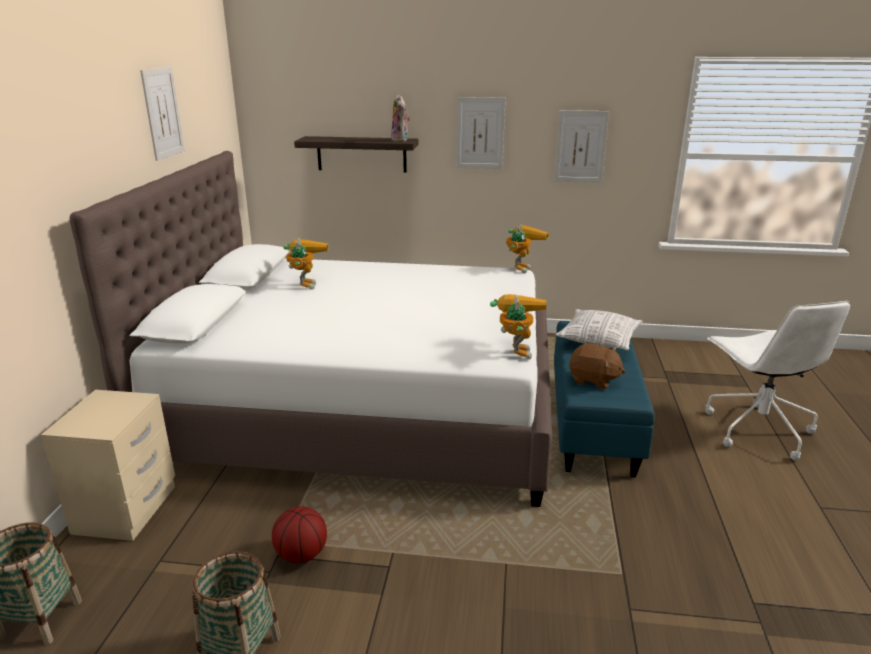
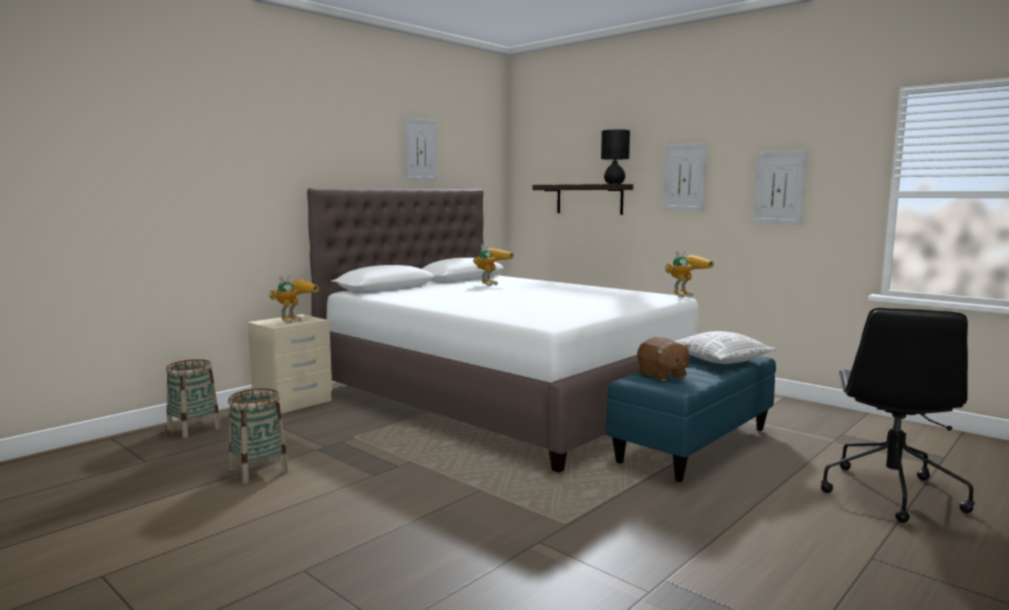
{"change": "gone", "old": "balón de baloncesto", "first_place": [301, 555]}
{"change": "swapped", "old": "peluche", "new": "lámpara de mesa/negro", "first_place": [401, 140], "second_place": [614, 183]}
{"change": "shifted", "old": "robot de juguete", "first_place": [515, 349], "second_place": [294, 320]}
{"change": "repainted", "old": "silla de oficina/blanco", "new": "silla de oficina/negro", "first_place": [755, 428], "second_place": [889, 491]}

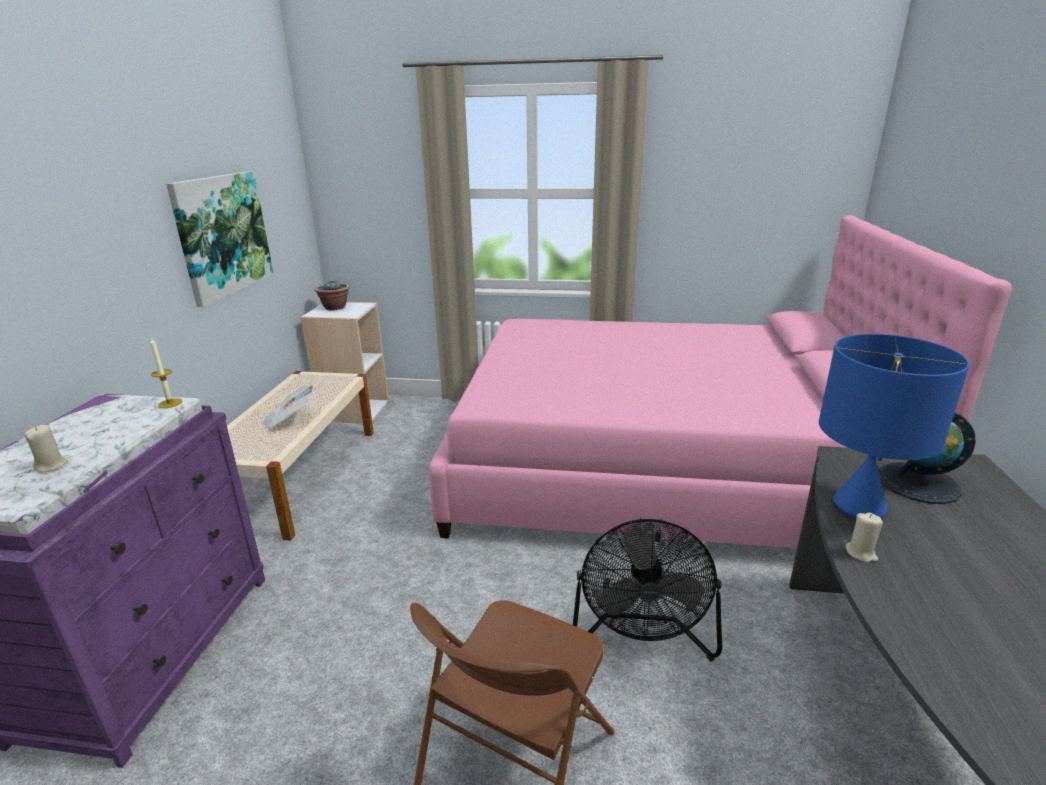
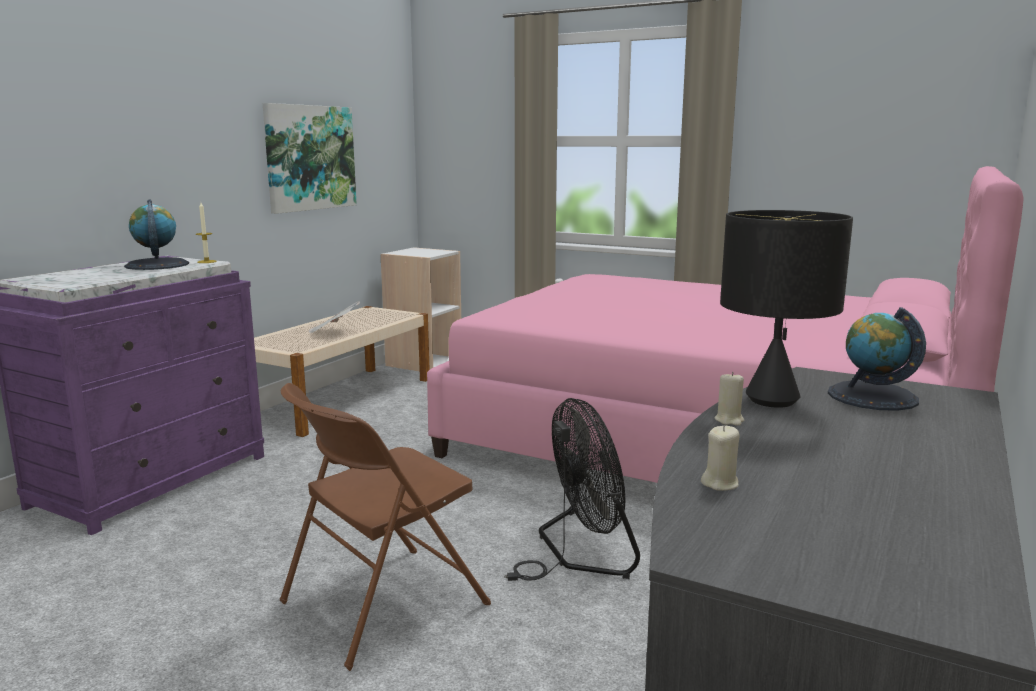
{"change": "shifted", "old": "vela/beis", "first_place": [51, 466], "second_place": [720, 483]}
{"change": "gone", "old": "planta en maceta", "first_place": [335, 308]}
{"change": "rotated", "old": "ventilador/negro", "first_place": [636, 632], "second_place": [572, 550], "degrees": -135}
{"change": "repainted", "old": "lámpara de mesa/azul", "new": "lámpara de mesa/negro", "first_place": [858, 509], "second_place": [771, 401]}
{"change": "new", "new": "globo terráqueo", "second_place": [156, 265]}

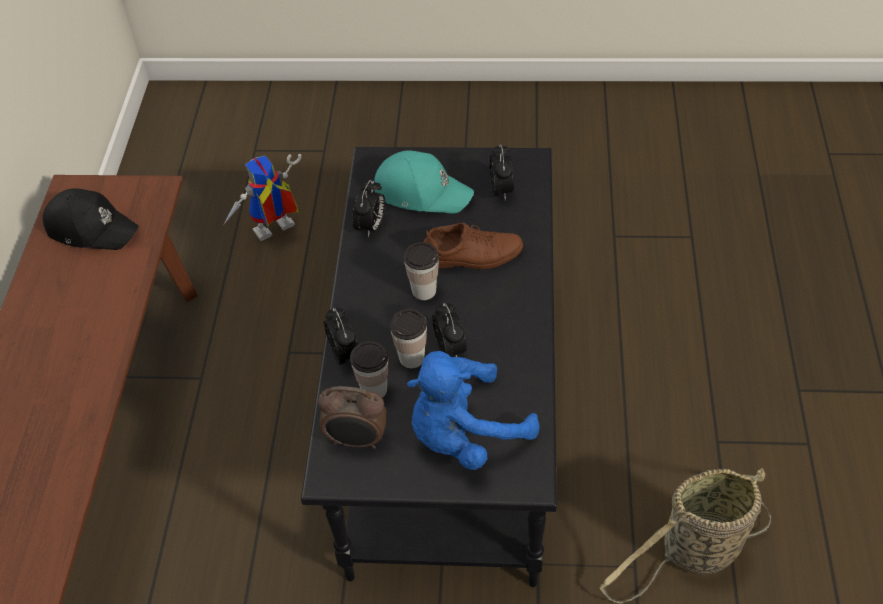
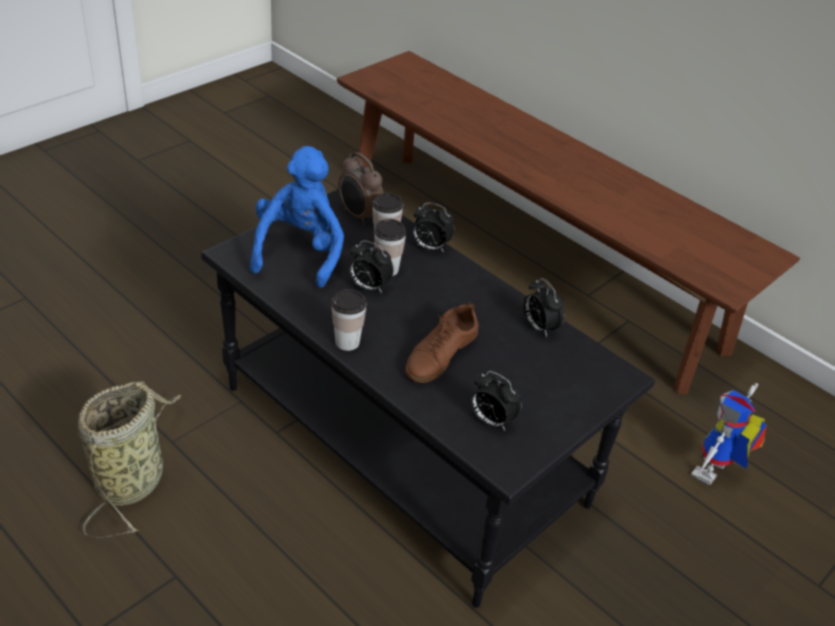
{"change": "gone", "old": "gorra/negro", "first_place": [91, 228]}
{"change": "rotated", "old": "robot de juguete", "first_place": [273, 234], "second_place": [714, 475], "degrees": -150}
{"change": "rotated", "old": "despertador", "first_place": [357, 440], "second_place": [359, 216], "degrees": -90}
{"change": "gone", "old": "gorra/turquesa", "first_place": [421, 192]}
{"change": "shifted", "old": "taza", "first_place": [424, 291], "second_place": [347, 342]}

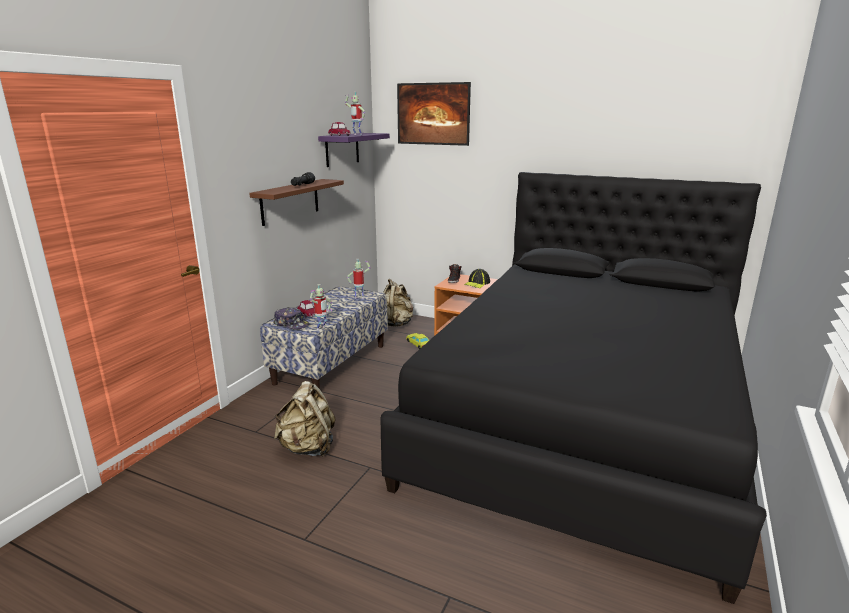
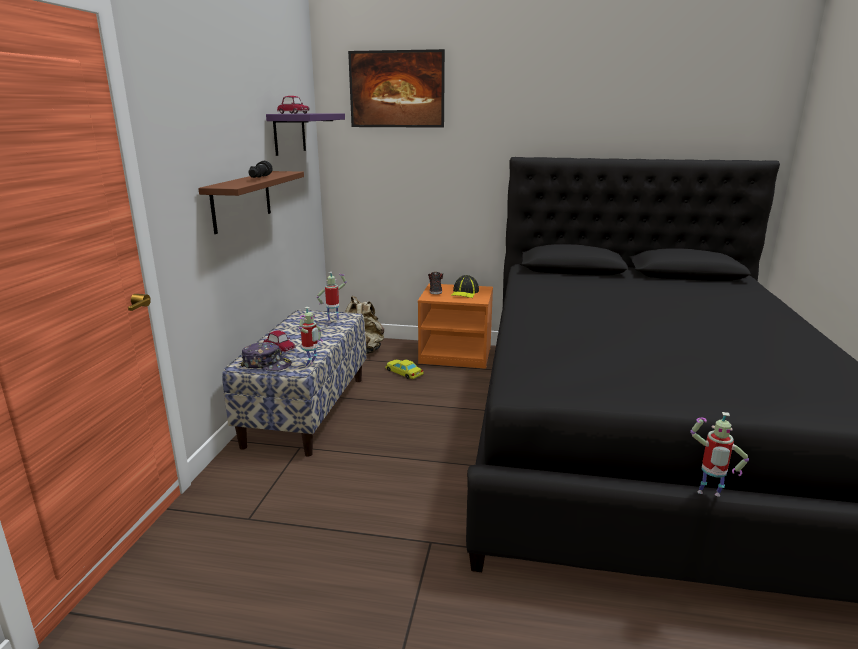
{"change": "gone", "old": "mochila/beis", "first_place": [308, 448]}
{"change": "shifted", "old": "robot de juguete", "first_place": [357, 135], "second_place": [708, 495]}

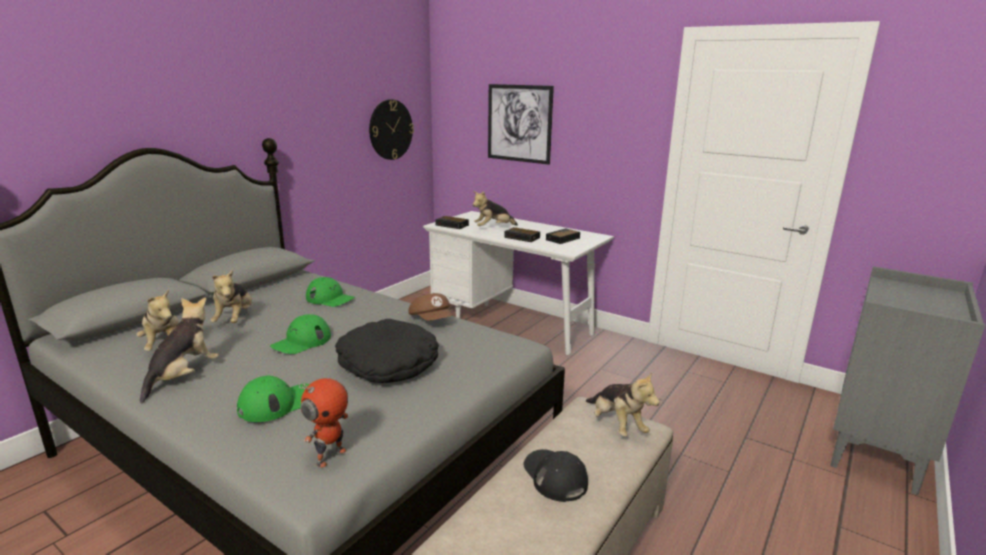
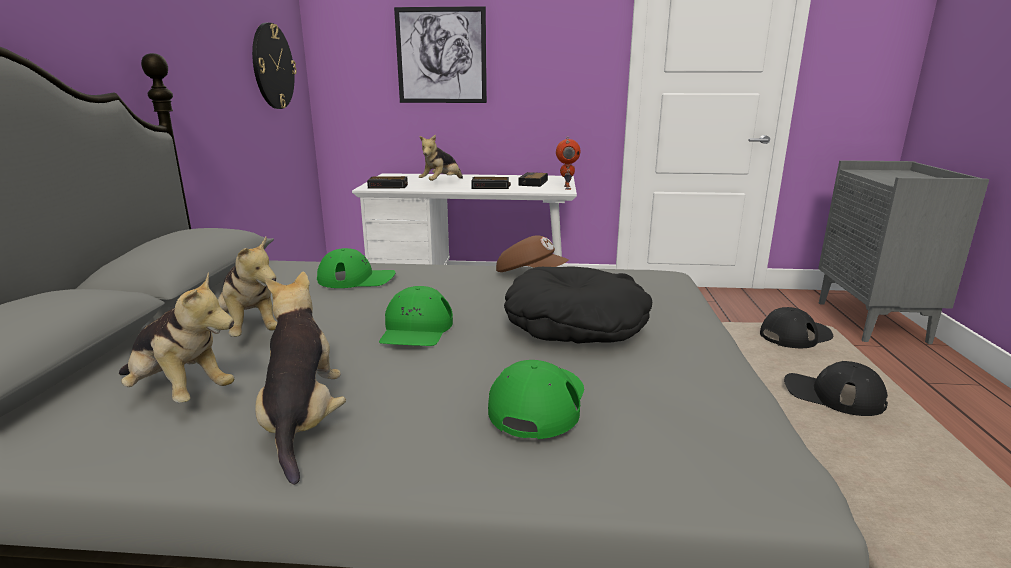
{"change": "shifted", "old": "robot de juguete", "first_place": [330, 456], "second_place": [566, 187]}
{"change": "swapped", "old": "peluche", "new": "gorra/negro", "first_place": [616, 425], "second_place": [795, 335]}

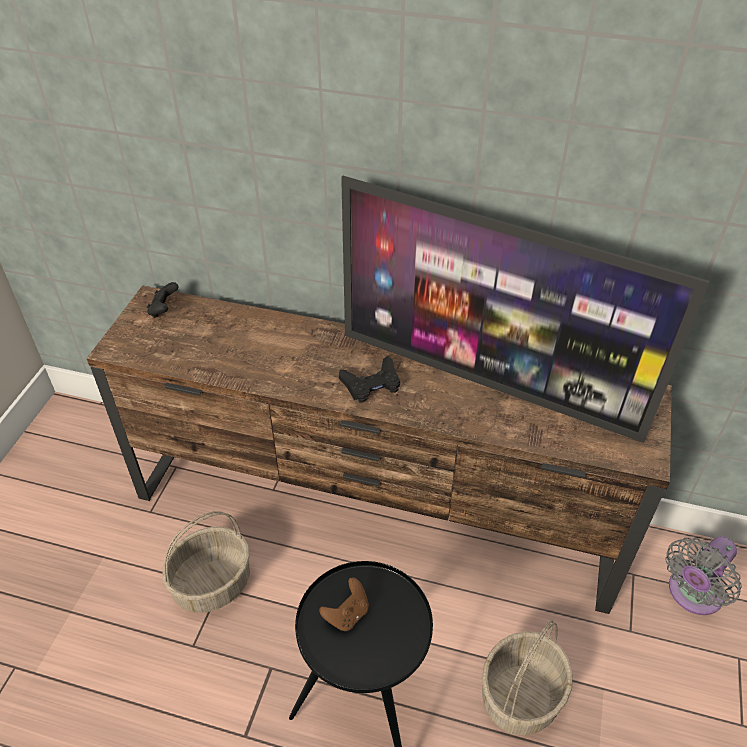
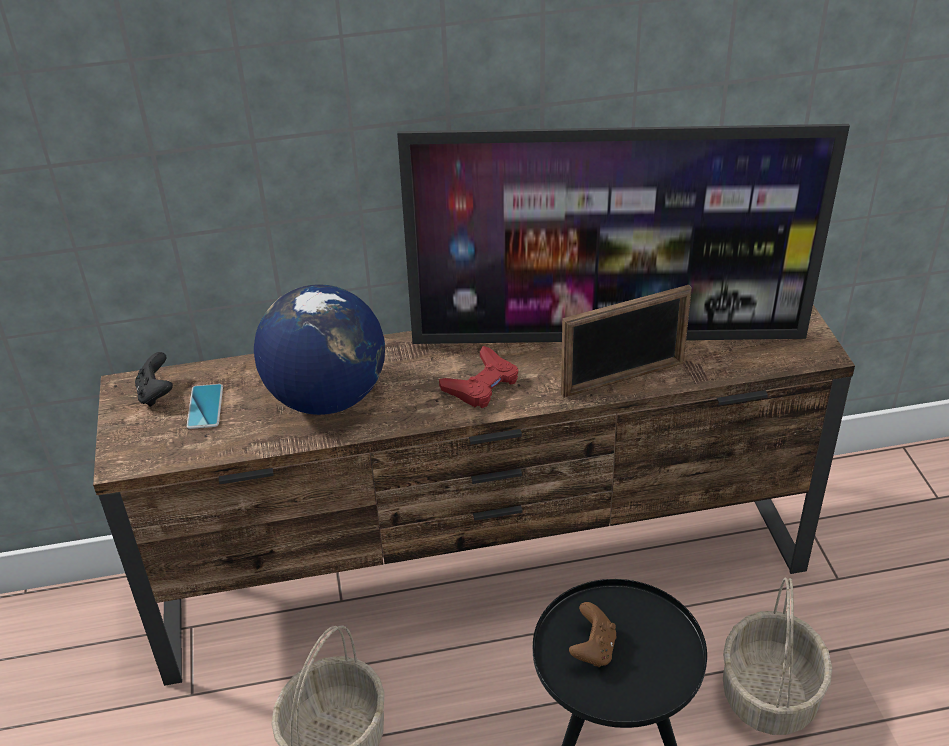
{"change": "repainted", "old": "mando de consola/negro", "new": "mando de consola/rojo", "first_place": [371, 384], "second_place": [482, 384]}
{"change": "gone", "old": "ventilador/gris", "first_place": [692, 594]}
{"change": "new", "new": "móvil", "second_place": [205, 407]}
{"change": "new", "new": "globo terráqueo", "second_place": [326, 397]}
{"change": "new", "new": "portarretratos", "second_place": [623, 379]}

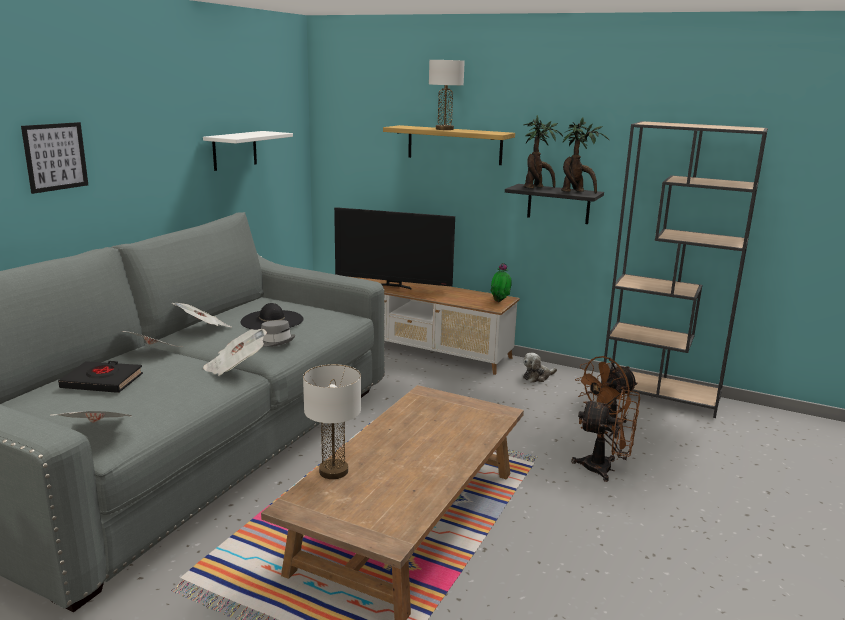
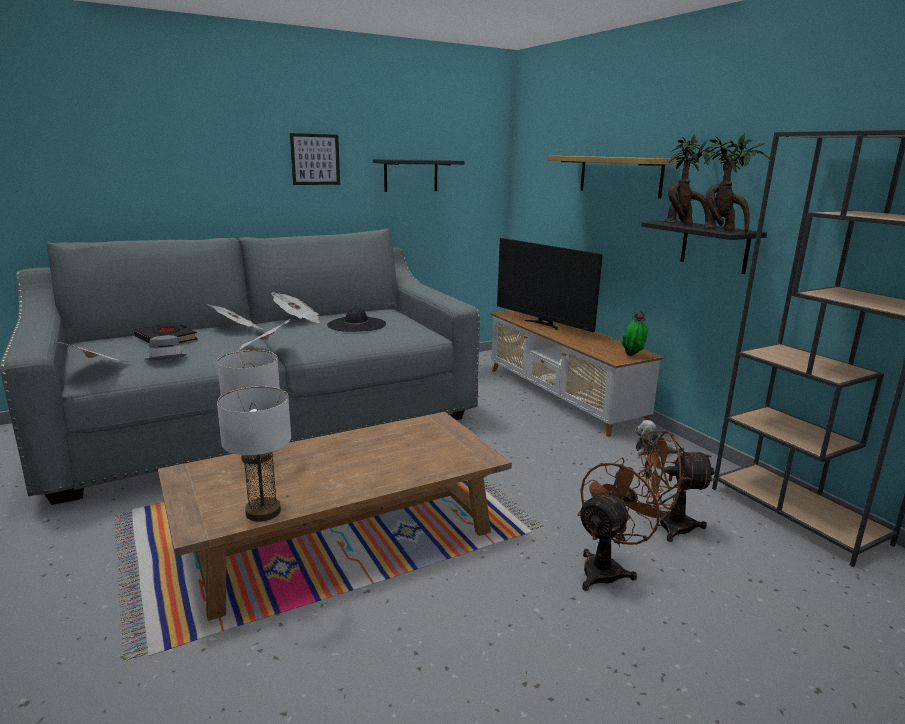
{"change": "shifted", "old": "cuadro", "first_place": [55, 157], "second_place": [315, 159]}
{"change": "repainted", "old": "estante/blanco", "new": "estante/negro", "first_place": [234, 150], "second_place": [411, 175]}
{"change": "shifted", "old": "sombrero/gris", "first_place": [275, 341], "second_place": [166, 357]}
{"change": "shifted", "old": "lámpara de mesa", "first_place": [444, 129], "second_place": [263, 512]}
{"change": "rotated", "old": "ventilador/marrón", "first_place": [605, 469], "second_place": [607, 568], "degrees": -105}

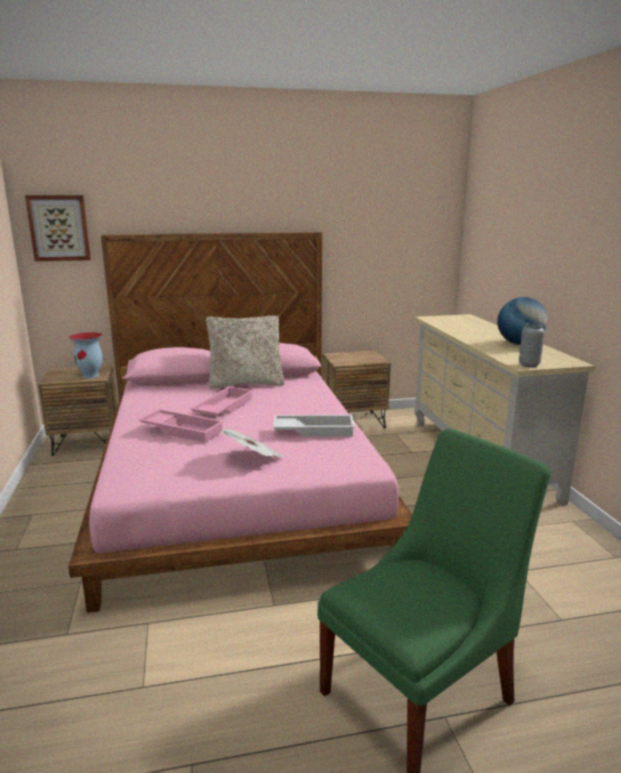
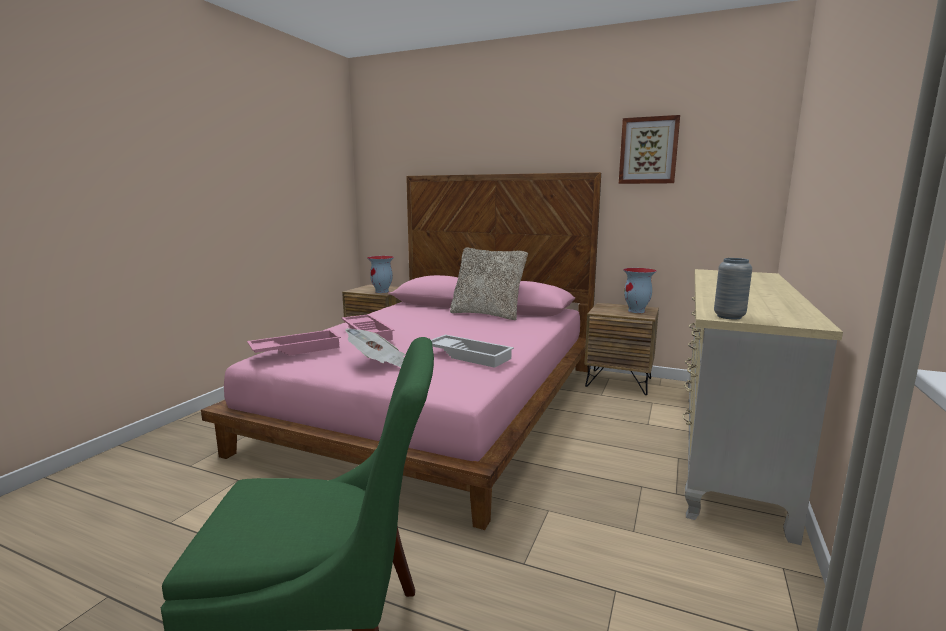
{"change": "shifted", "old": "cuadro", "first_place": [59, 228], "second_place": [648, 150]}
{"change": "shifted", "old": "bandeja/rosa", "first_place": [223, 407], "second_place": [296, 349]}
{"change": "gone", "old": "globo terráqueo", "first_place": [519, 344]}
{"change": "new", "new": "florero", "second_place": [637, 311]}

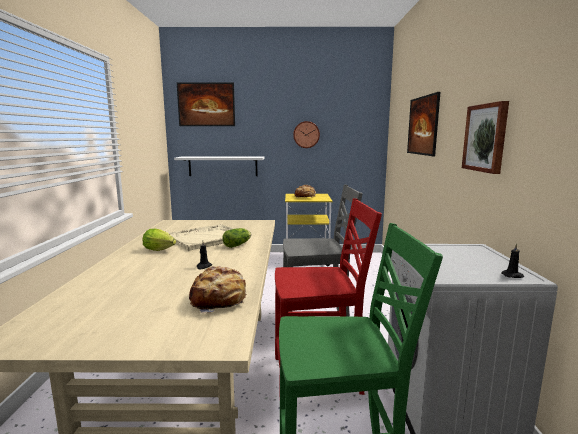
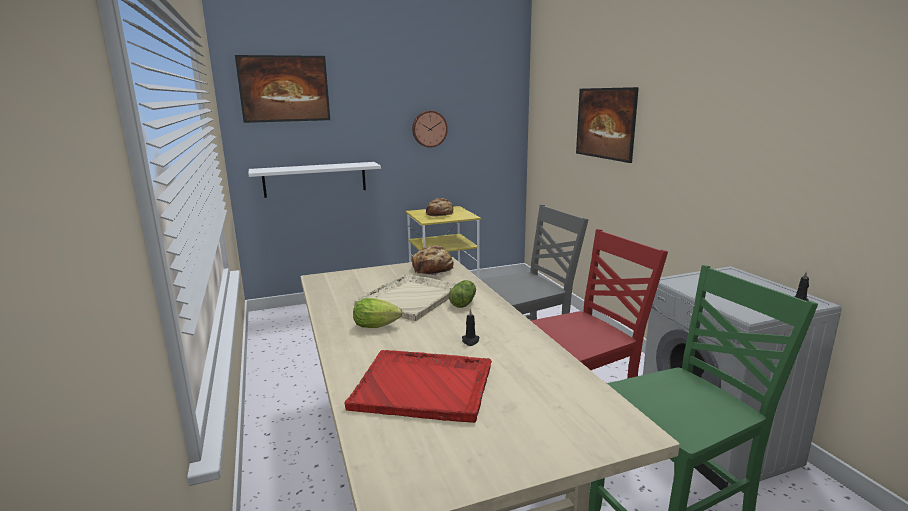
{"change": "shifted", "old": "pan", "first_place": [219, 300], "second_place": [433, 270]}
{"change": "gone", "old": "cuadro", "first_place": [486, 138]}
{"change": "new", "new": "bandeja/rojo", "second_place": [424, 387]}

